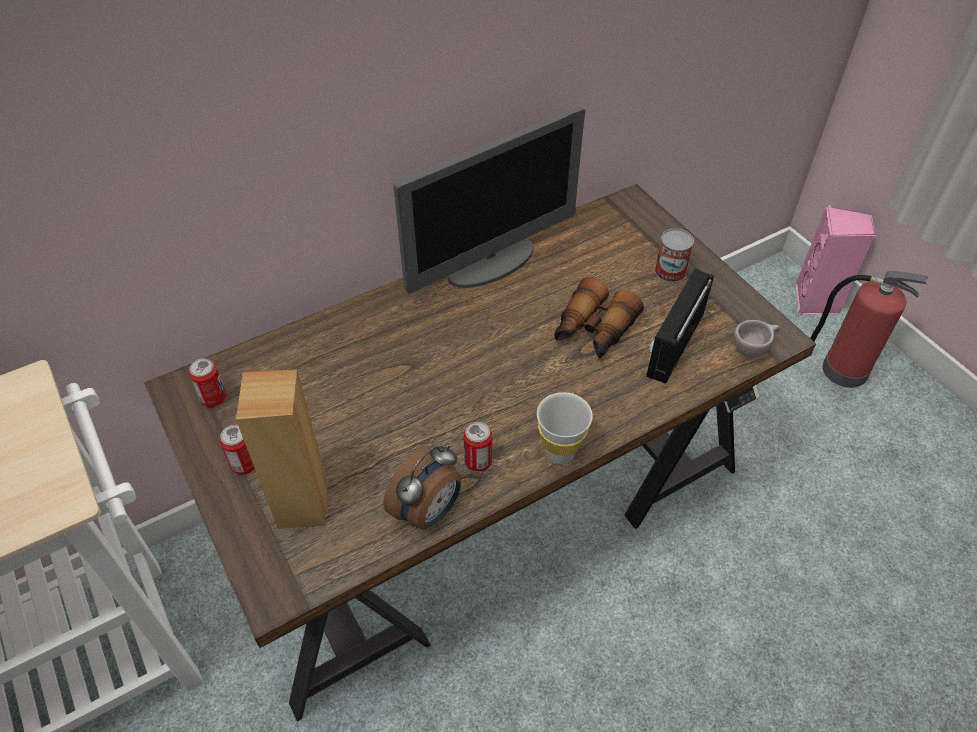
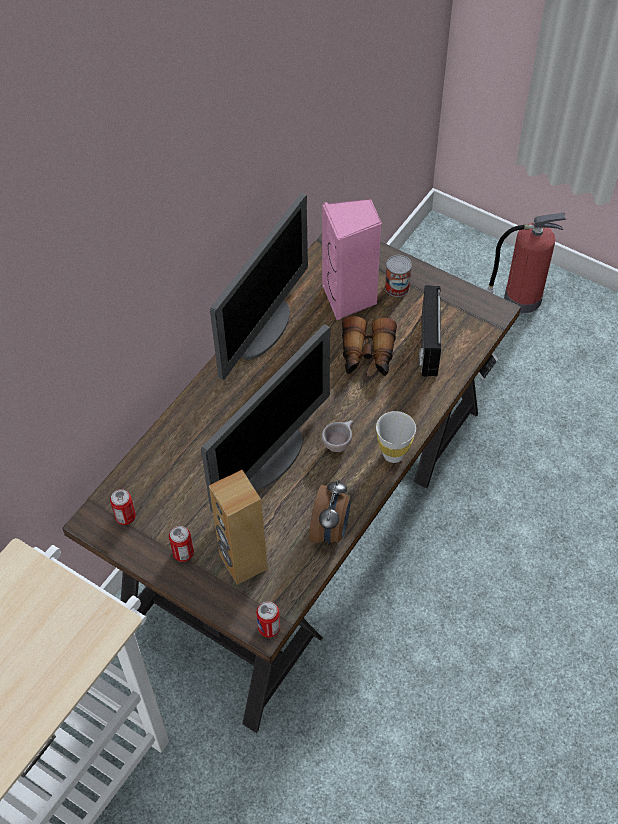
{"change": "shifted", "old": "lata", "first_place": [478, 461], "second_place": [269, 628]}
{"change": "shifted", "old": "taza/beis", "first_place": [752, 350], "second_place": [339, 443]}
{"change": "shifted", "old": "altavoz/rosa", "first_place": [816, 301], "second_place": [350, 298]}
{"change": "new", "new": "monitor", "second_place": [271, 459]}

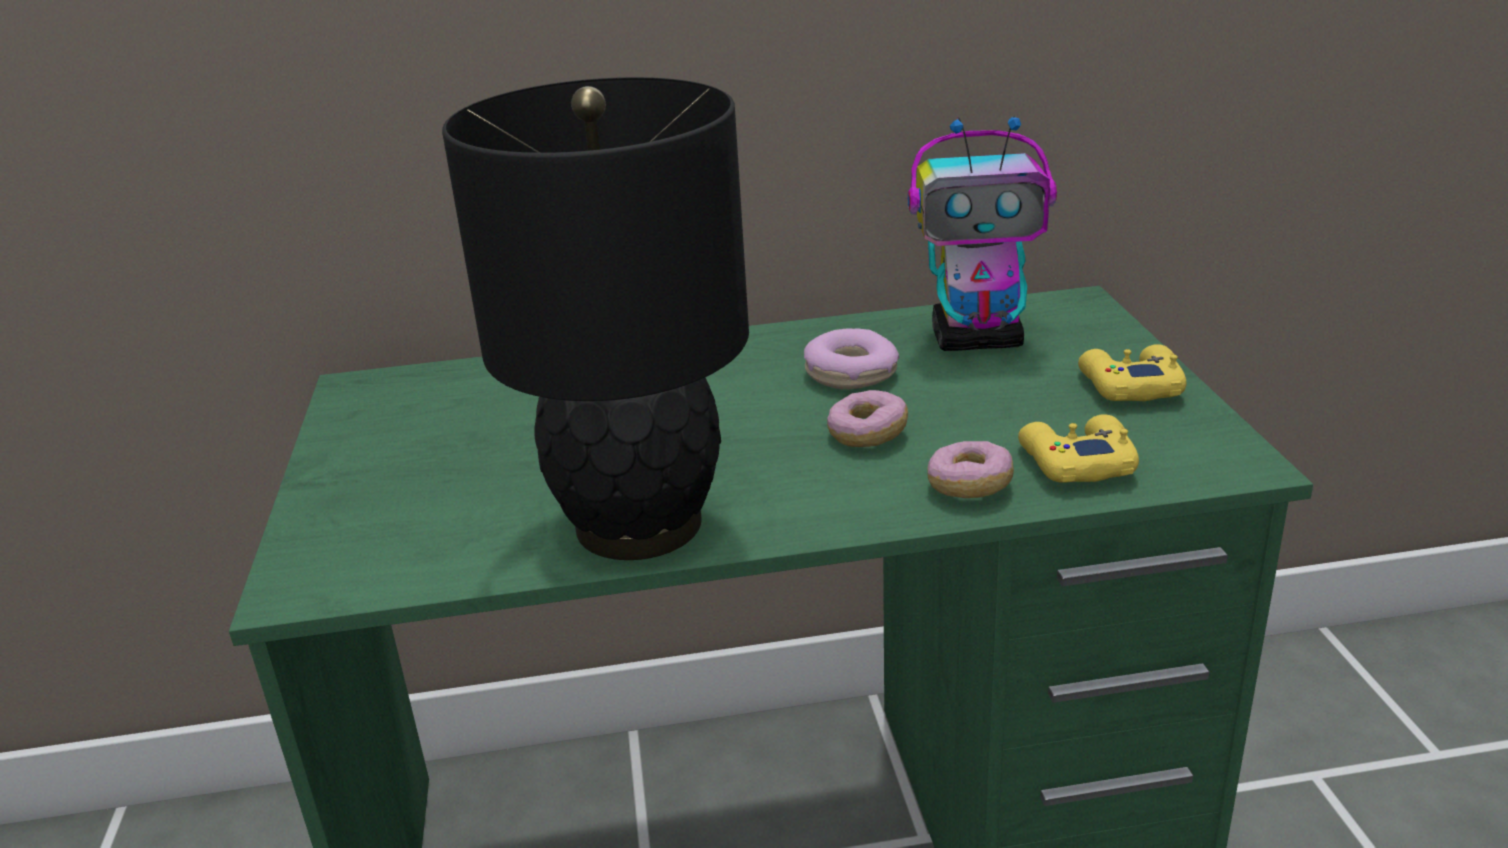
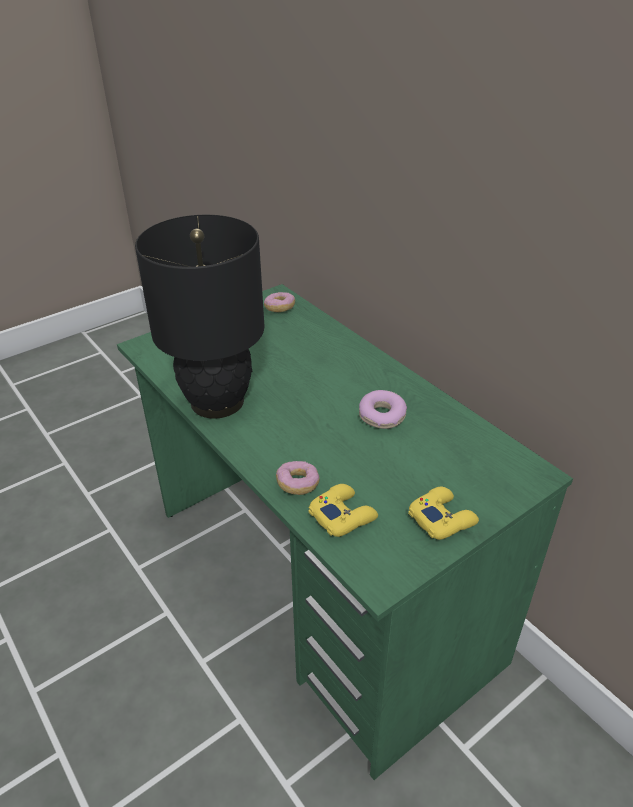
{"change": "shifted", "old": "rosquilla", "first_place": [867, 435], "second_place": [279, 308]}
{"change": "gone", "old": "robot de juguete", "first_place": [978, 340]}

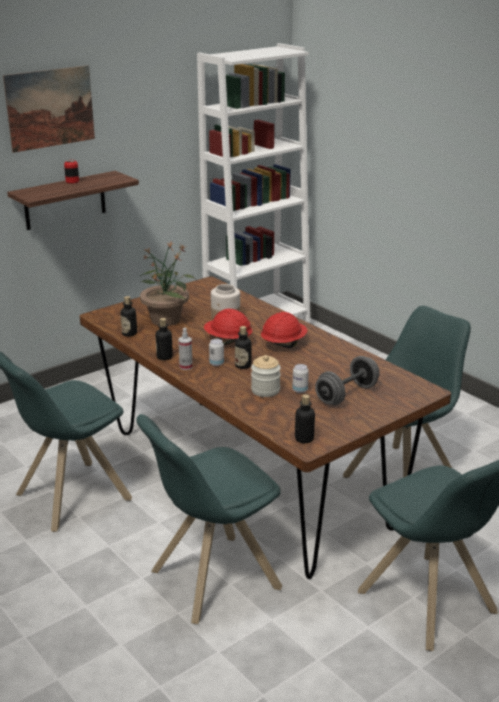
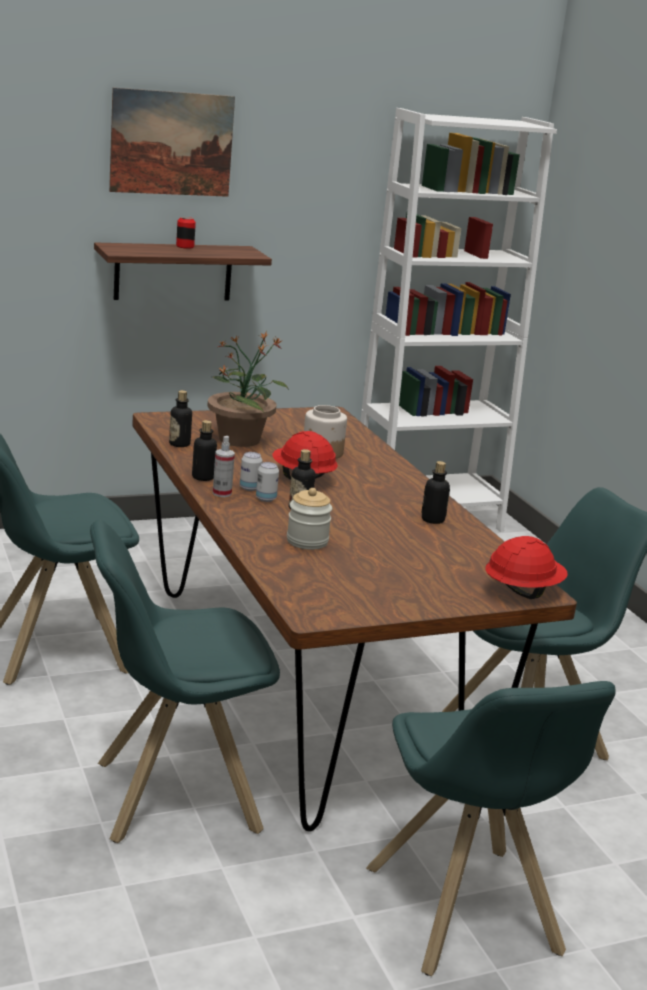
{"change": "shifted", "old": "casco/rojo", "first_place": [283, 344], "second_place": [522, 591]}
{"change": "shifted", "old": "lata", "first_place": [300, 390], "second_place": [249, 488]}
{"change": "shifted", "old": "botella", "first_place": [304, 439], "second_place": [432, 520]}
{"change": "gone", "old": "mancuerna/gris", "first_place": [346, 395]}

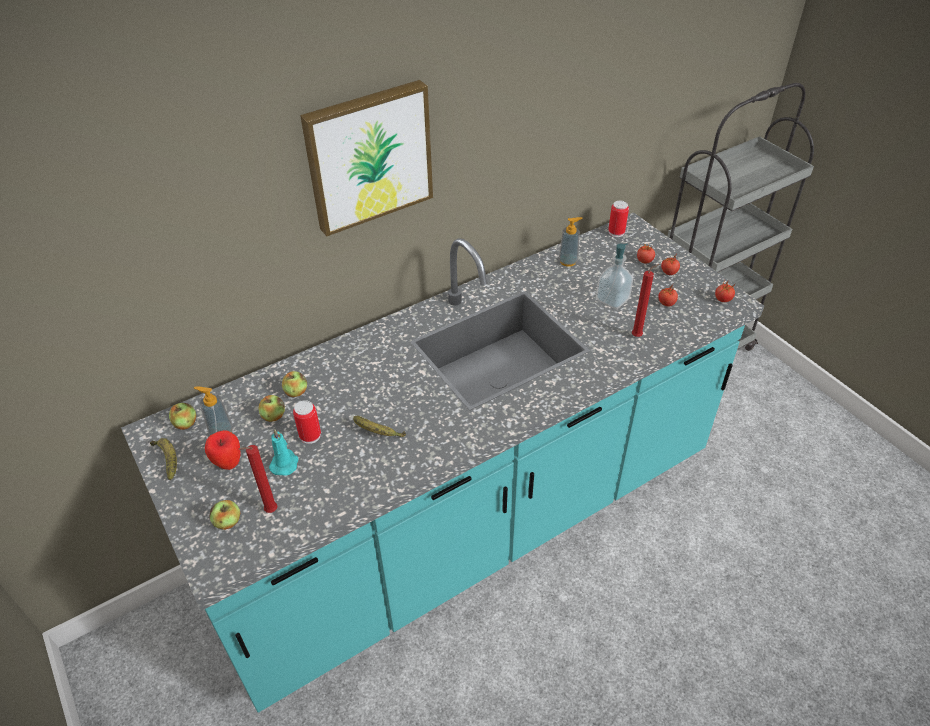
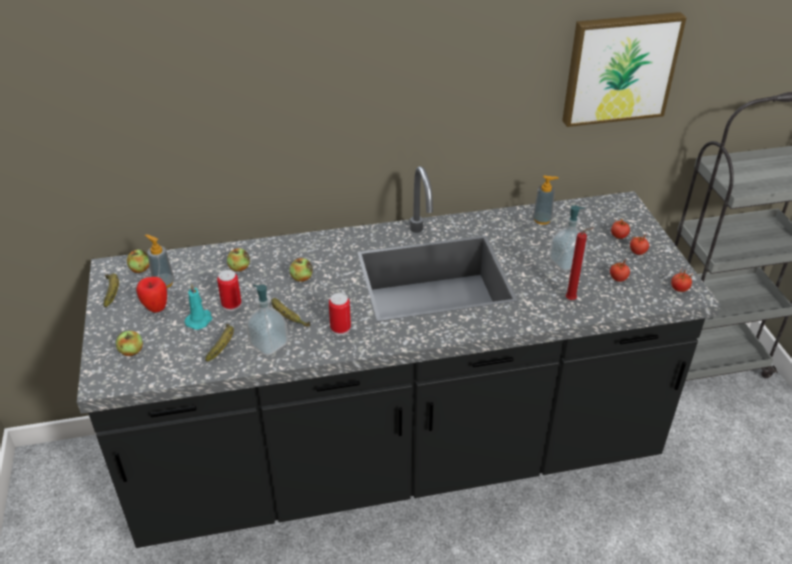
{"change": "repainted", "old": "mueble bajo de cocina/turquesa", "new": "mueble bajo de cocina/negro", "first_place": [467, 524], "second_place": [396, 456]}
{"change": "gone", "old": "vela/rojo", "first_place": [269, 511]}
{"change": "shifted", "old": "manzana", "first_place": [273, 416], "second_place": [301, 278]}
{"change": "shifted", "old": "cuadro", "first_place": [368, 156], "second_place": [619, 68]}
{"change": "shifted", "old": "lata", "first_place": [616, 232], "second_place": [340, 328]}
{"change": "new", "new": "plátano", "second_place": [223, 346]}
{"change": "new", "new": "dispensador de jabón", "second_place": [269, 344]}

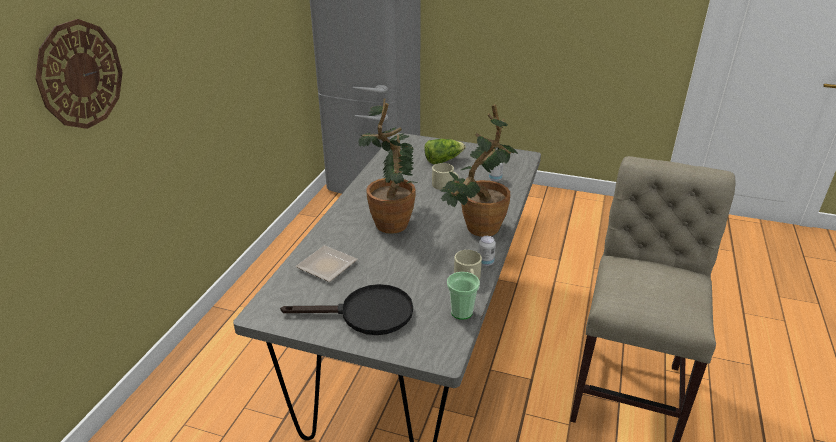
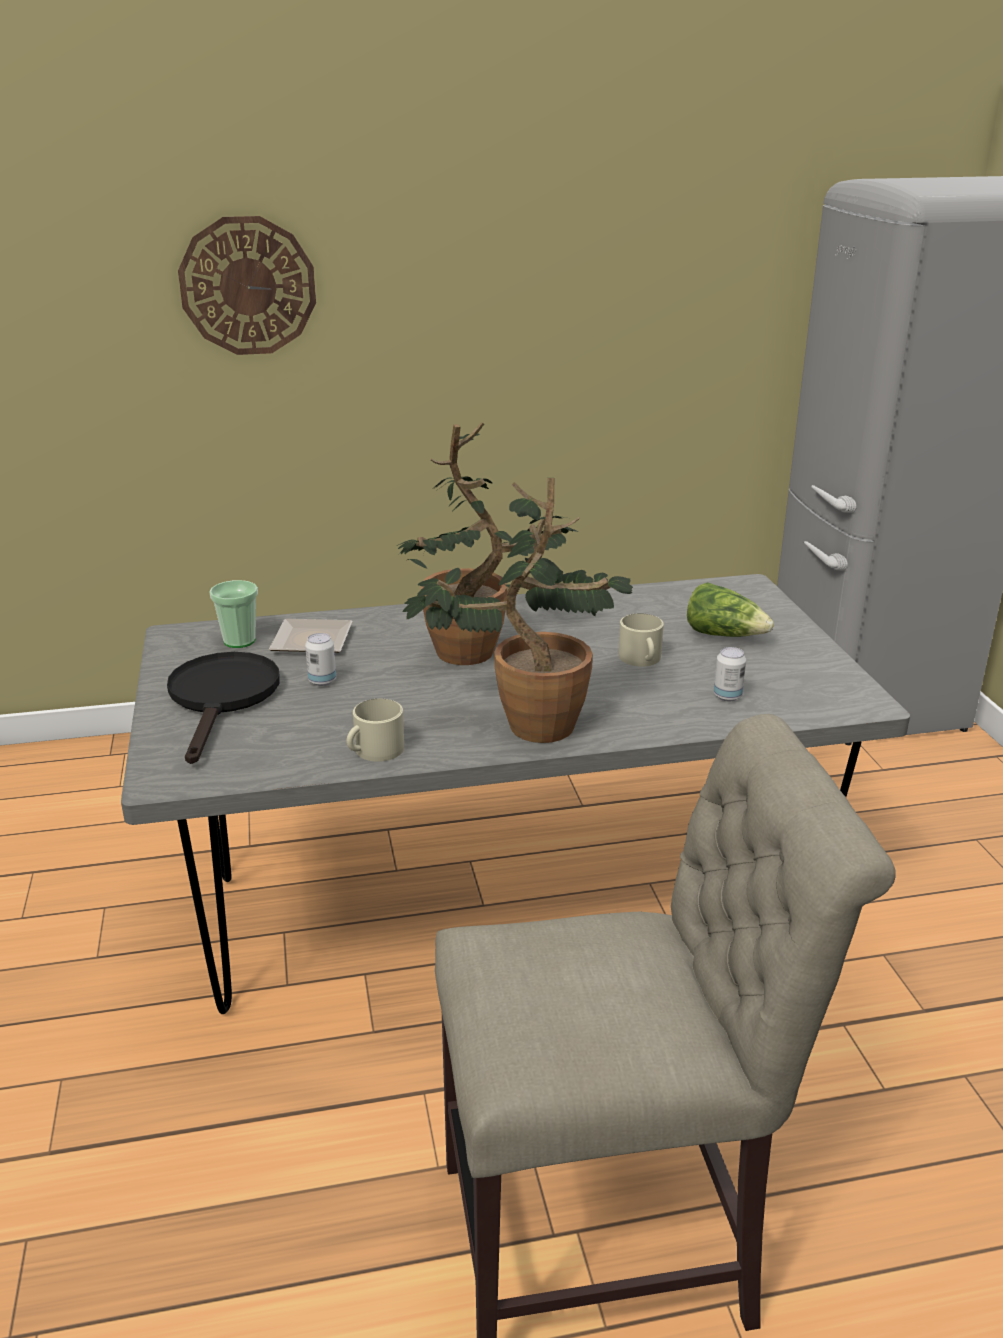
{"change": "rotated", "old": "sartén/negro", "first_place": [366, 314], "second_place": [222, 698], "degrees": -150}
{"change": "shifted", "old": "taza", "first_place": [461, 312], "second_place": [239, 641]}
{"change": "shifted", "old": "lata", "first_place": [485, 262], "second_place": [322, 681]}

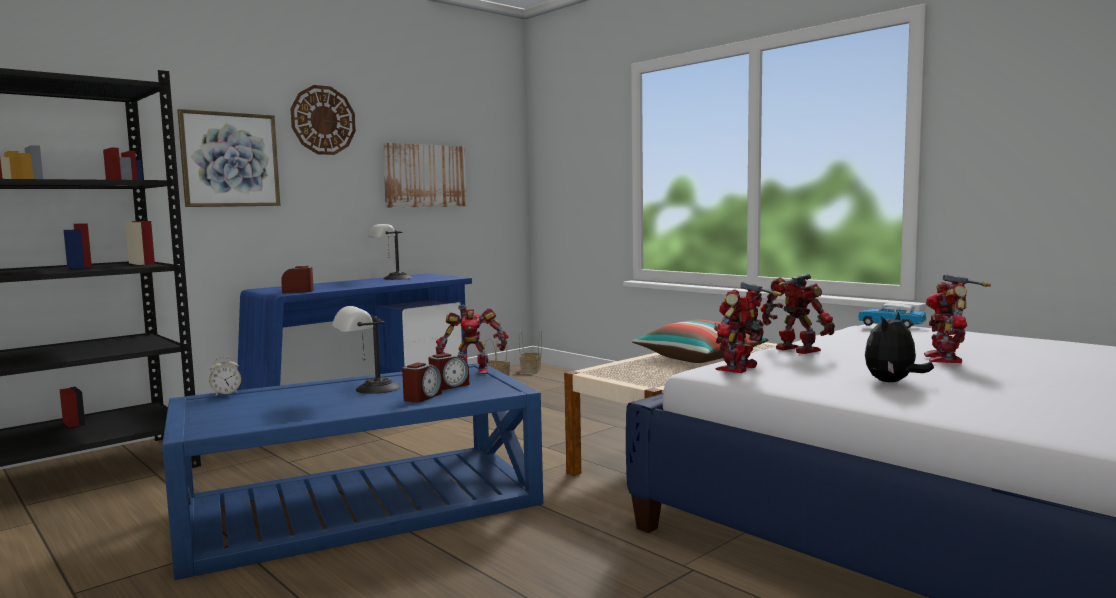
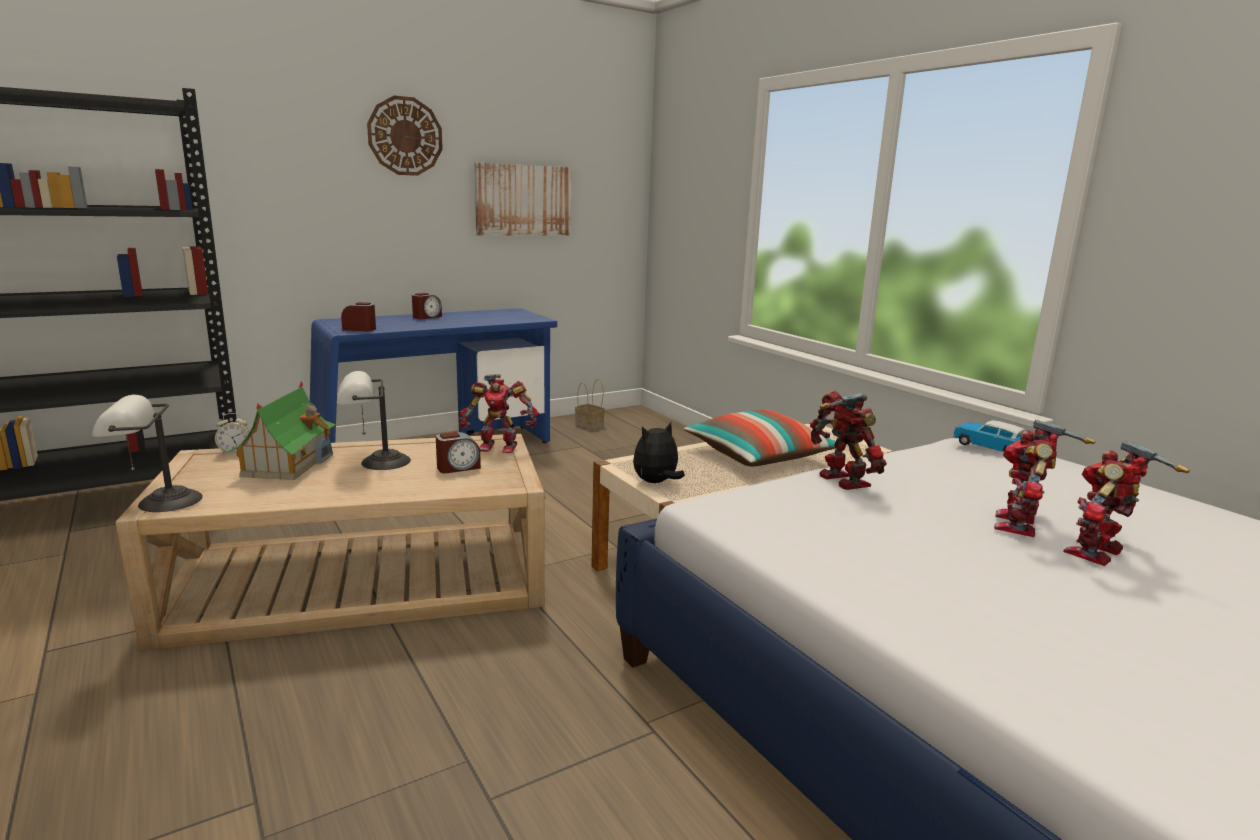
{"change": "repainted", "old": "mesa de centro/azul", "new": "mesa de centro/beis", "first_place": [359, 506], "second_place": [362, 579]}
{"change": "gone", "old": "cuadro", "first_place": [230, 160]}
{"change": "shifted", "old": "lámpara de mesa", "first_place": [392, 278], "second_place": [156, 502]}
{"change": "shifted", "old": "despertador", "first_place": [422, 397], "second_place": [427, 317]}
{"change": "gone", "old": "cesta", "first_place": [531, 371]}
{"change": "shifted", "old": "robot de juguete", "first_place": [740, 368], "second_place": [1098, 553]}
{"change": "shifted", "old": "peluche", "first_place": [892, 382], "second_place": [656, 483]}
{"change": "new", "new": "casita", "second_place": [288, 463]}

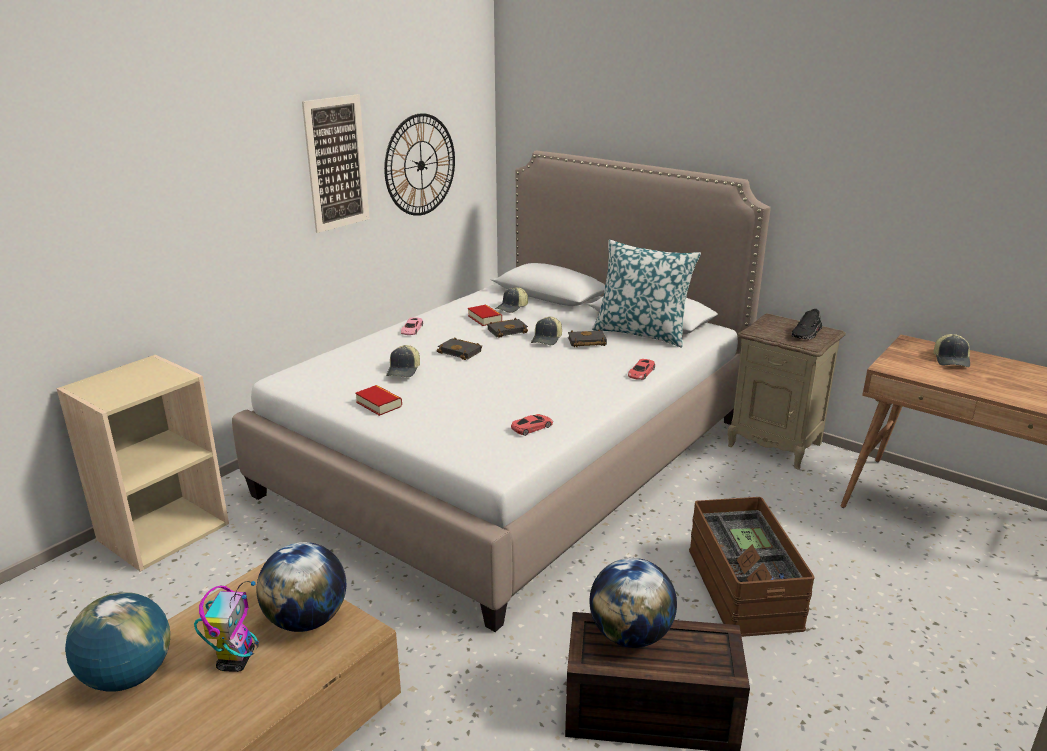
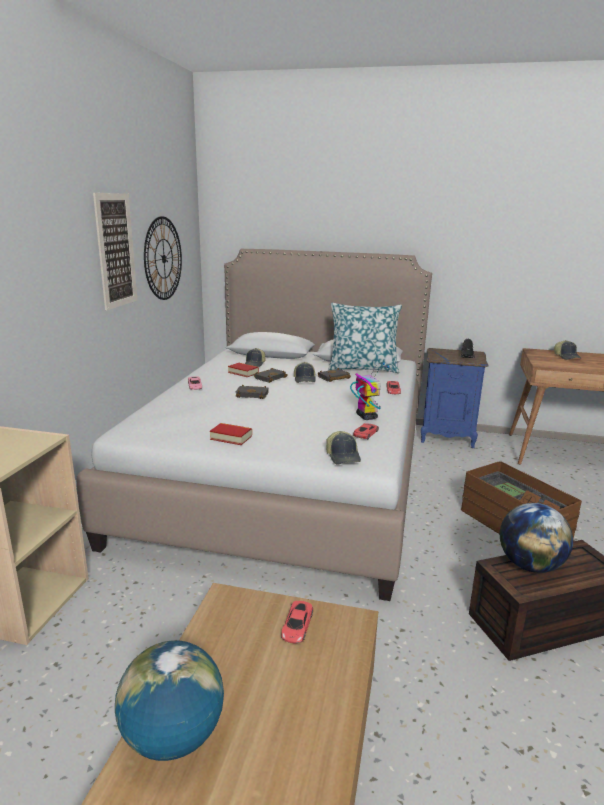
{"change": "shifted", "old": "robot de juguete", "first_place": [236, 659], "second_place": [366, 416]}
{"change": "swapped", "old": "globo terráqueo", "new": "coche de juguete/rojo", "first_place": [306, 620], "second_place": [297, 625]}
{"change": "shifted", "old": "gorra", "first_place": [404, 370], "second_place": [343, 456]}
{"change": "repainted", "old": "mesita de noche/beis", "new": "mesita de noche/azul", "first_place": [774, 446], "second_place": [447, 437]}

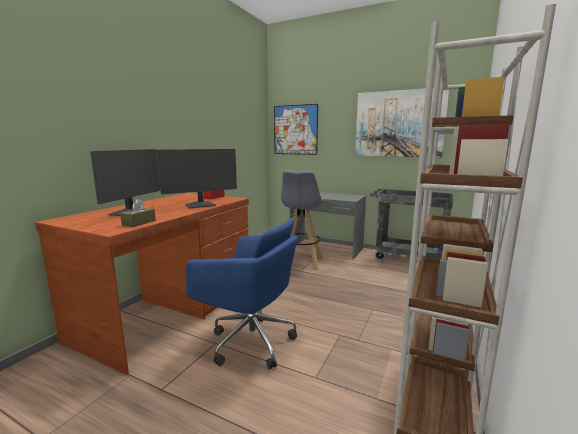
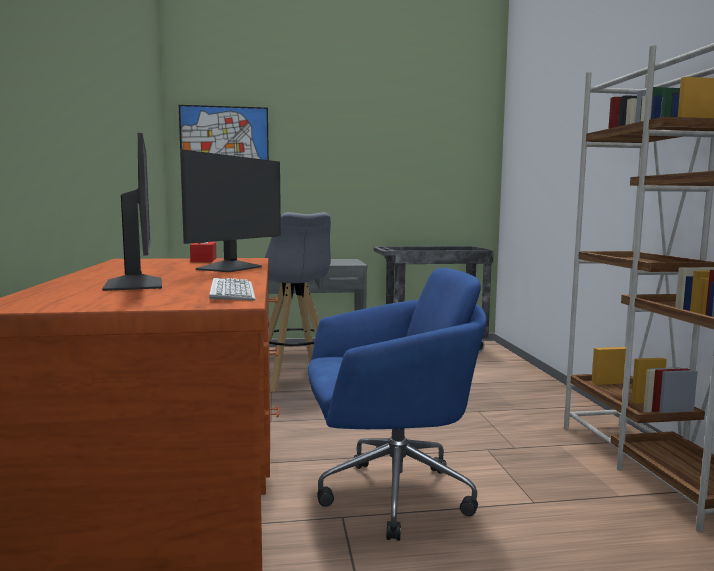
{"change": "swapped", "old": "caja de pañuelos/marrón", "new": "teclado", "first_place": [139, 223], "second_place": [232, 291]}
{"change": "gone", "old": "cuadro", "first_place": [398, 124]}

